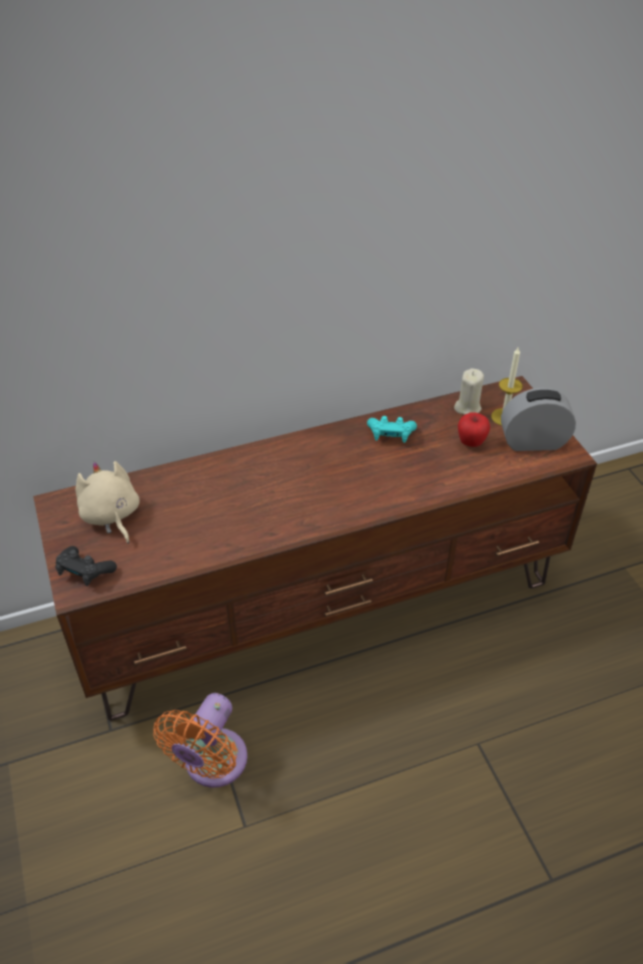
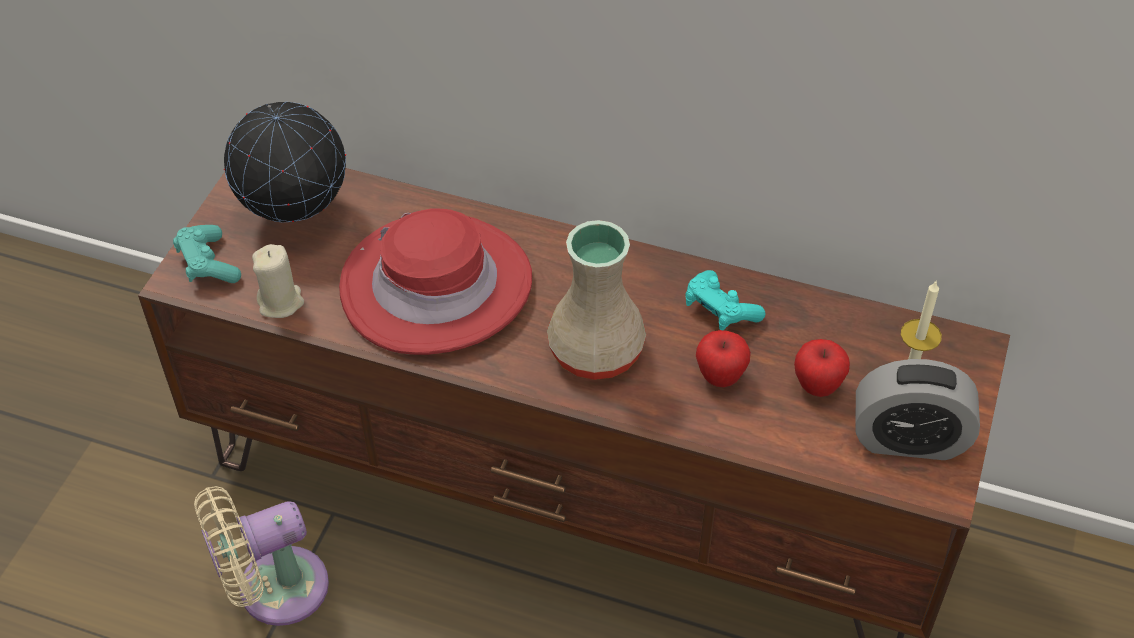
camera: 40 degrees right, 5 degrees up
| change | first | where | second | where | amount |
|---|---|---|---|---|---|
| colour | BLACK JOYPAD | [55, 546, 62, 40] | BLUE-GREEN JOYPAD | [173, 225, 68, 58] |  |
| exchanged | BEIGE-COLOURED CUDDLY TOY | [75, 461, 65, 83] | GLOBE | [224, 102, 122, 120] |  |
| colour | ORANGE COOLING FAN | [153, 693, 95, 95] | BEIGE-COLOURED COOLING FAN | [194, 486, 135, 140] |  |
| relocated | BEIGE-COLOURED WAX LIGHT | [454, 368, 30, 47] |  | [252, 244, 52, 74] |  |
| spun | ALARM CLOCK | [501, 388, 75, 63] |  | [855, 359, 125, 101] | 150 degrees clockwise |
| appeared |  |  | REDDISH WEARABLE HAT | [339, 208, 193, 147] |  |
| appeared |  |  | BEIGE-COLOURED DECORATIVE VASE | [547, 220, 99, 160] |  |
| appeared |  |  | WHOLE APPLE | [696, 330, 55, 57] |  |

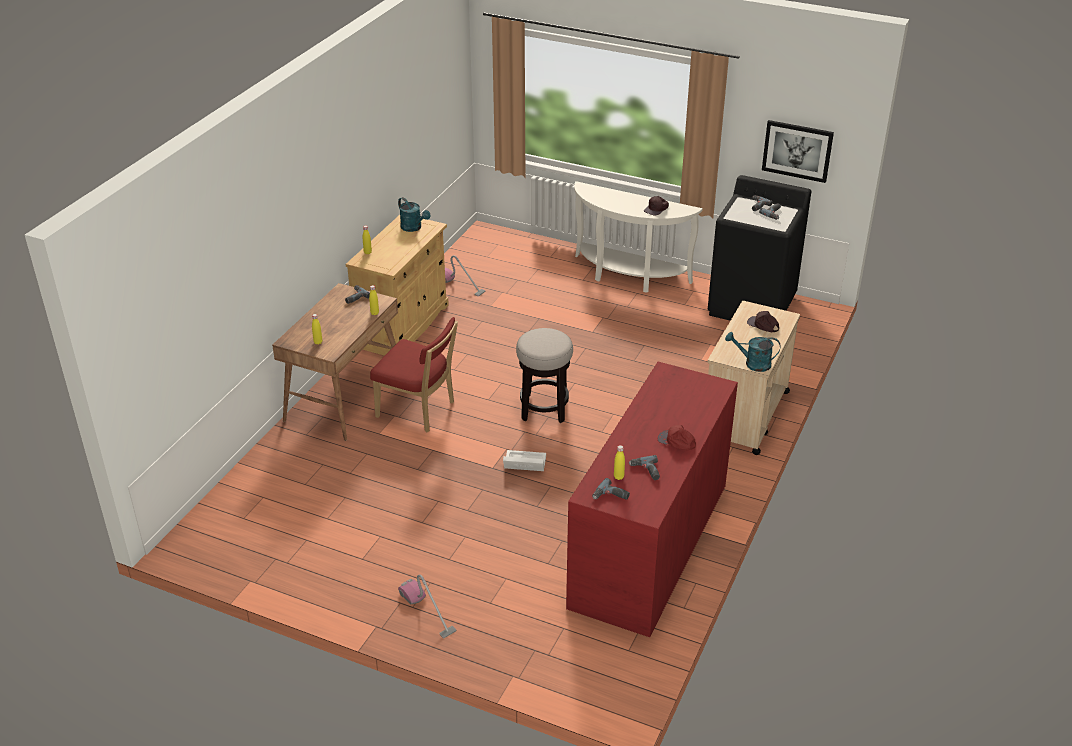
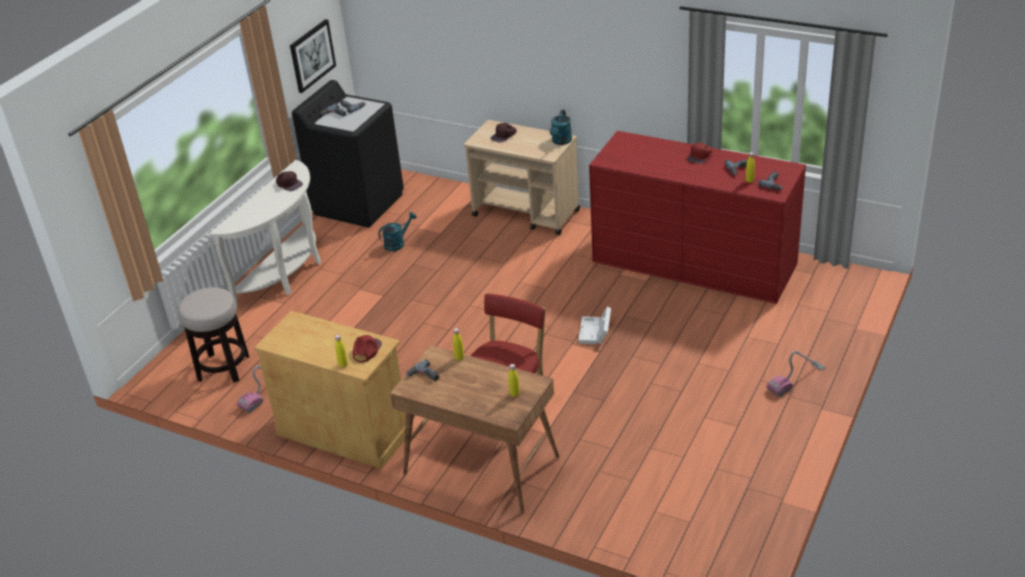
camera: 85 degrees left, 0 degrees up
| change | first | where | second | where | amount |
|---|---|---|---|---|---|
| relocated | BLUE-GREEN SPRINKLING CAN | [398, 197, 33, 35] |  | [378, 212, 39, 39] |  |
| relocated | STOOL SEAT | [516, 328, 57, 95] |  | [178, 287, 71, 96] |  |
| appeared |  |  | REDDISH PEAKED CAP | [353, 335, 29, 27] |  |

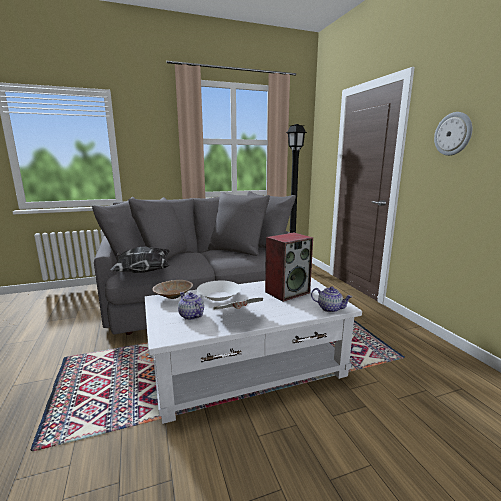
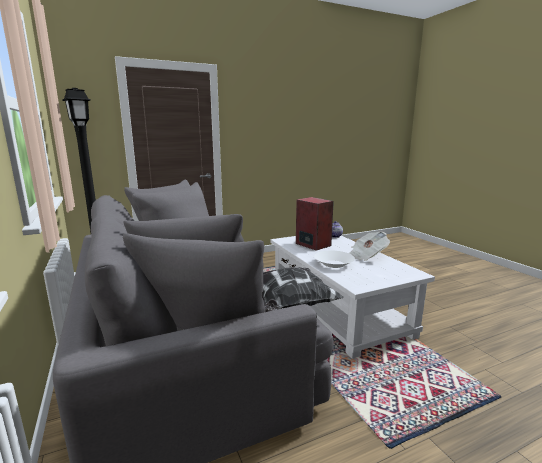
camera: 95 degrees left, 0 degrees up
| change | first | where | second | where | amount |
|---|---|---|---|---|---|
| missing | BEIGE-COLOURED BOWL | [153, 280, 40, 19] |  |  |  |
| missing | TEA POT | [178, 292, 26, 28] |  |  |  |
| missing | HANGING CLOCK | [434, 112, 38, 44] |  |  |  |

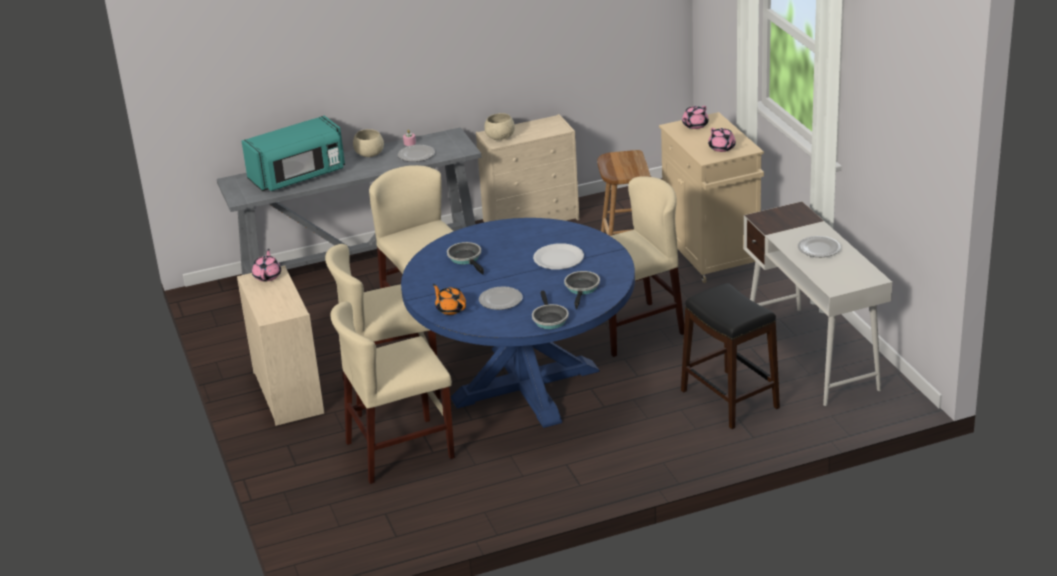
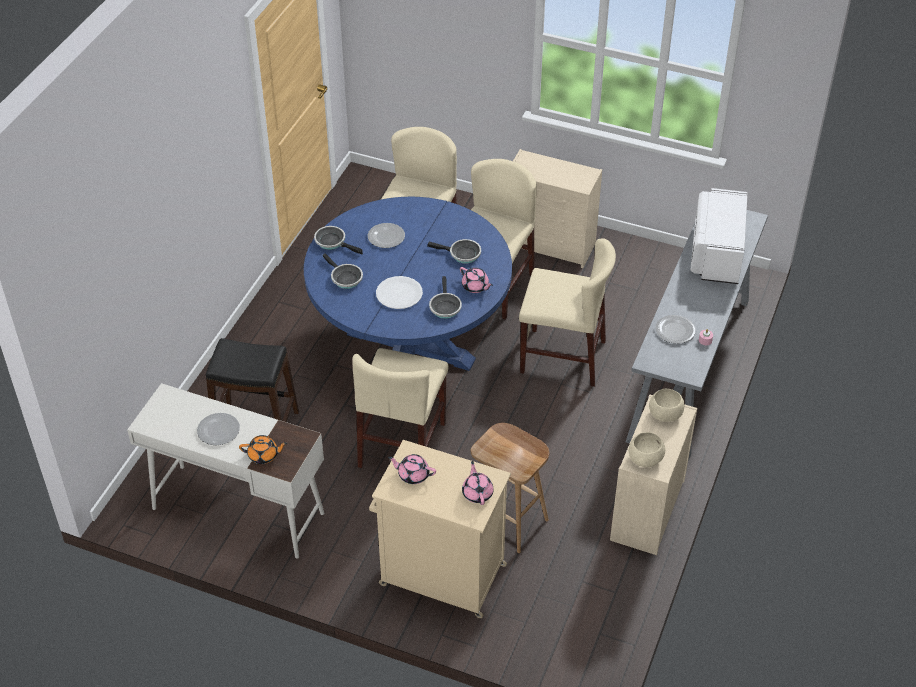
camera: 130 degrees right, 15 degrees up
| change | first | where | second | where | amount |
|---|---|---|---|---|---|
| colour | BLUE-GREEN KITCHEN MICROWAVE | [241, 116, 104, 75] | WHITISH KITCHEN MICROWAVE | [691, 188, 56, 96] |  |
| relocated | PINK-COLOURED TEA POT | [252, 249, 29, 33] |  | [460, 267, 33, 26] |  |
| relocated | BEIGE-COLOURED BOWL | [353, 129, 31, 28] |  | [629, 432, 36, 35] |  |
| relocated | ORANGE TEA POT | [433, 284, 33, 31] |  | [239, 435, 48, 29] |  |
| appeared |  |  | SKILLET | [429, 276, 33, 43] |  |

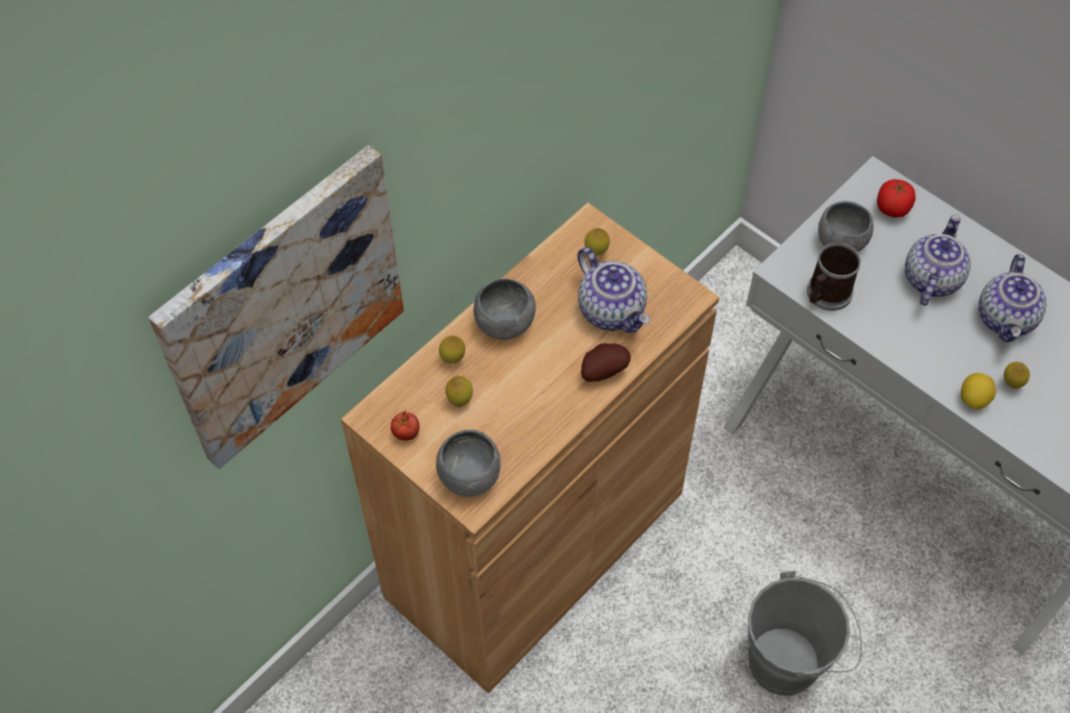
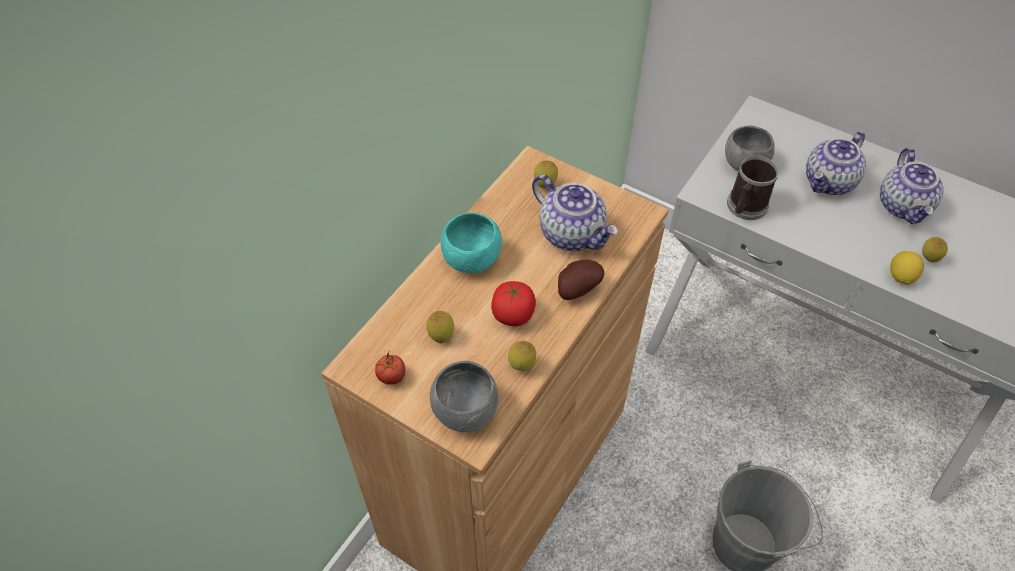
camera: 10 degrees left, 5 degrees down
| change | first | where | second | where | amount |
|---|---|---|---|---|---|
| missing | WALL PICTURE | [149, 145, 255, 324] |  |  |  |
| relocated | LEMON | [439, 336, 26, 28] |  | [508, 341, 28, 30] |  |
| colour | GREYISH BOWL | [474, 279, 62, 61] | BLUE-GREEN BOWL | [441, 213, 61, 60] |  |
| relocated | WHOLE TOMATO | [877, 179, 39, 39] |  | [491, 281, 45, 45] |  |
| spun | TEA POT | [905, 214, 66, 91] |  | [806, 131, 60, 64] | 150 degrees counterclockwise |

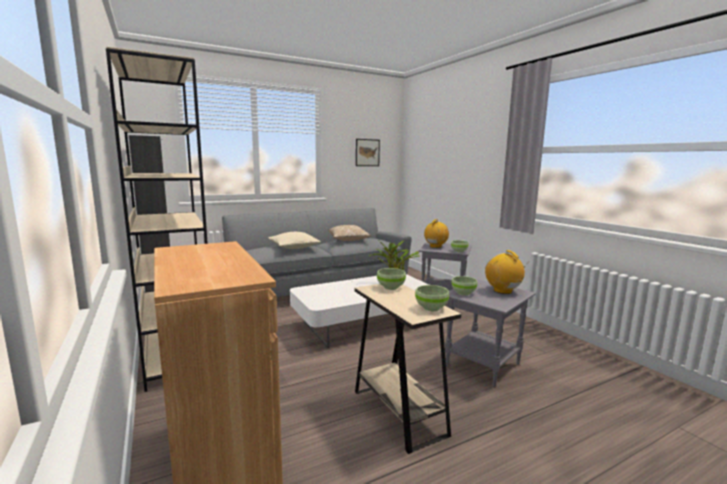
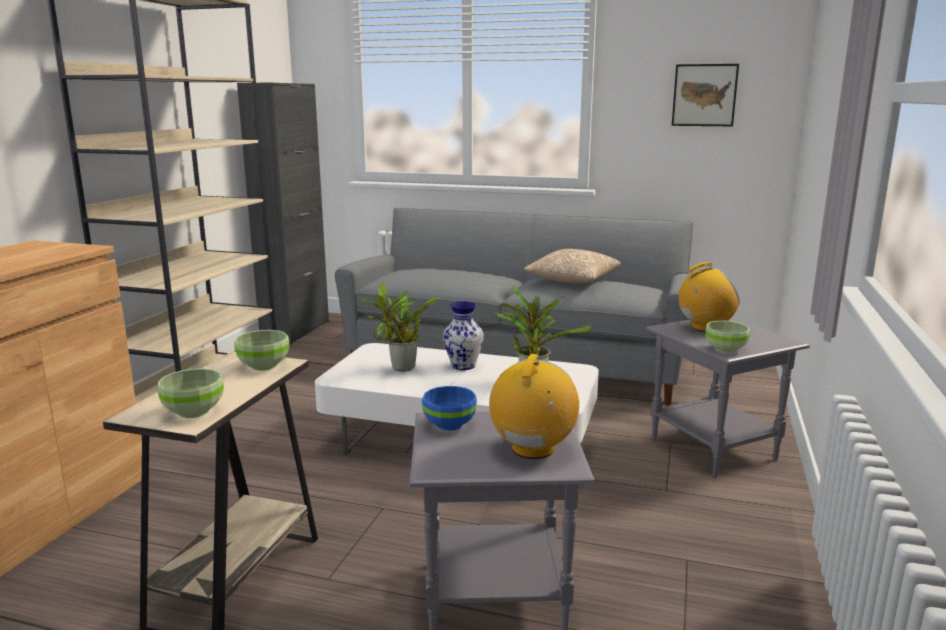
camera: 45 degrees right, 5 degrees up
| change | first | where | second | where | amount |
|---|---|---|---|---|---|
| missing | BEIGE-COLOURED THROW PILLOW | [268, 232, 53, 17] |  |  |  |
| colour | GREENISH BOWL | [452, 276, 26, 19] | BLUISH BOWL | [422, 386, 55, 45] |  |
| appeared |  |  | PLANT IN A POT | [357, 283, 82, 88] |  |
| appeared |  |  | DECORATIVE VASE | [443, 301, 41, 69] |  |

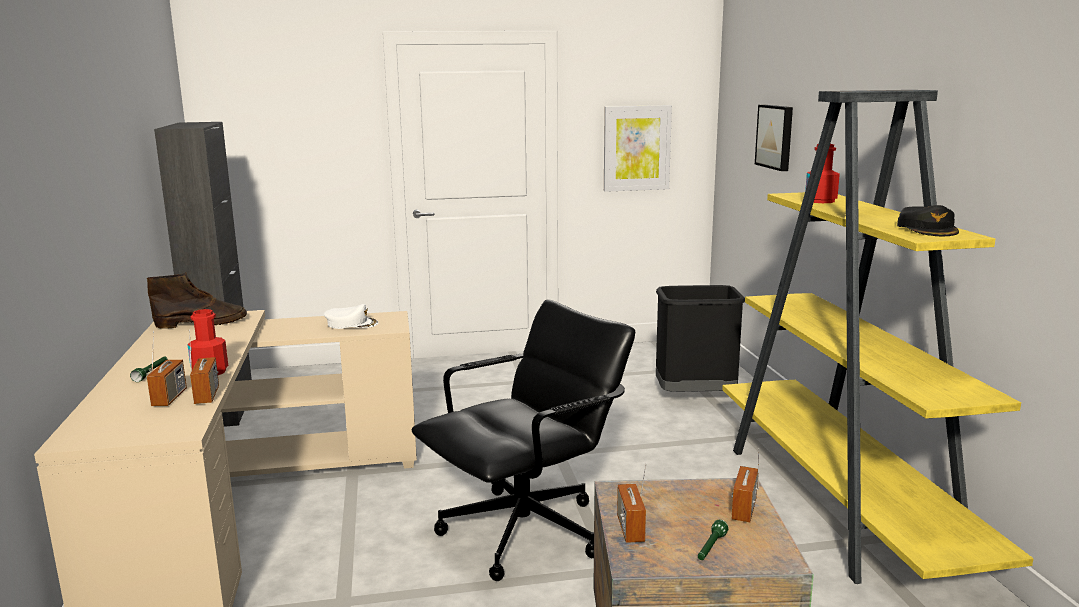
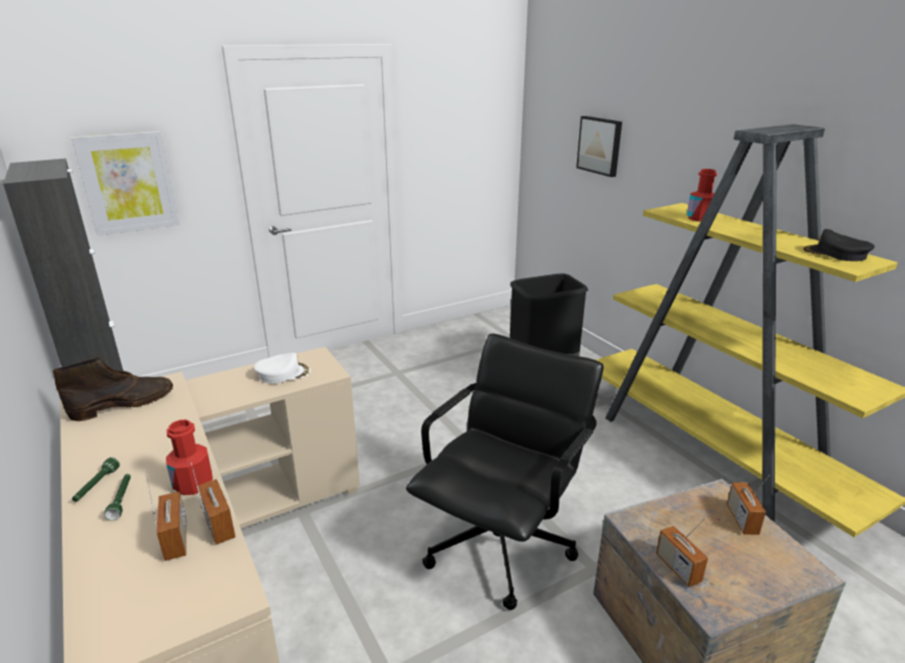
camera: 20 degrees left, 10 degrees up
| change | first | where | second | where | amount |
|---|---|---|---|---|---|
| relocated | WALL PICTURE | [604, 105, 68, 87] |  | [71, 131, 108, 105] |  |
| relocated | GREENISH FLASHLIGHT | [698, 520, 31, 40] |  | [72, 457, 48, 45] |  |
| spun | BLACK PEAKED CAP | [897, 205, 62, 31] |  | [803, 229, 72, 32] | 150 degrees clockwise |

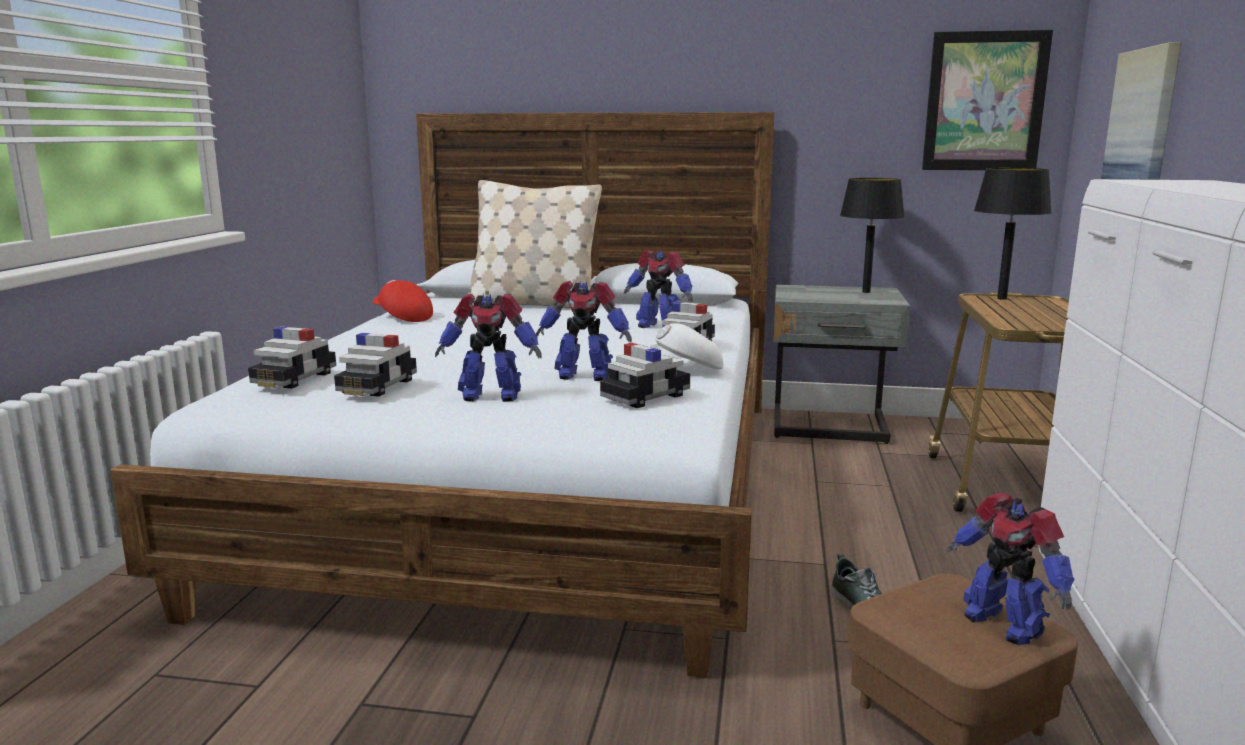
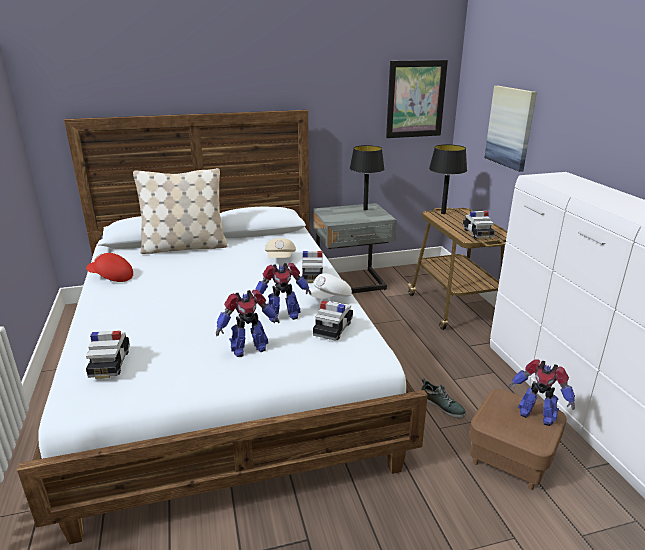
camera: 25 degrees left, 10 degrees up
| change | first | where | second | where | amount |
|---|---|---|---|---|---|
| relocated | TOY CAR | [334, 333, 83, 64] |  | [463, 211, 32, 28] |  |
| exchanged | MODEL ROBOT | [624, 250, 69, 78] | BEIGE-COLOURED PEAKED CAP | [265, 238, 31, 20] |  |

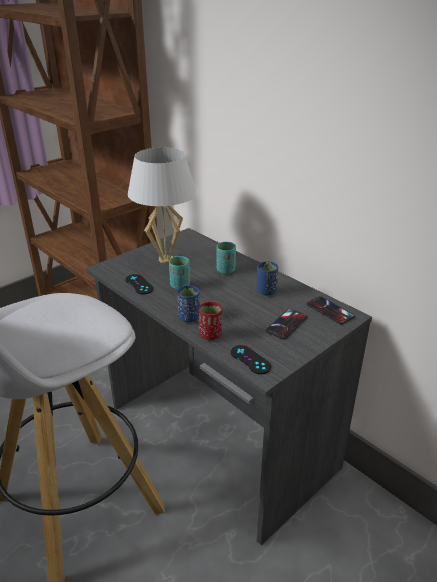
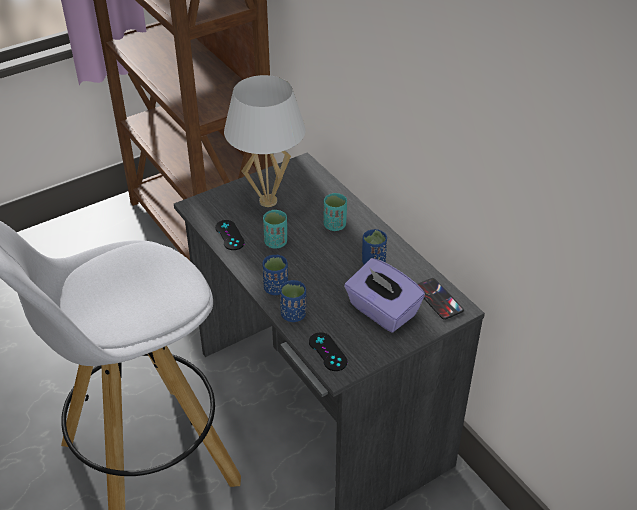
camera: 10 degrees right, 10 degrees up
| change | first | where | second | where | amount |
|---|---|---|---|---|---|
| colour | REDDISH SMALL CUP | [199, 302, 23, 38] | BLUISH SMALL CUP | [280, 280, 26, 42] |  |
| exchanged | HANDSET | [265, 309, 42, 30] | PURPLE-COLOURED BOX OF TISSUES | [344, 258, 81, 75] |  |

